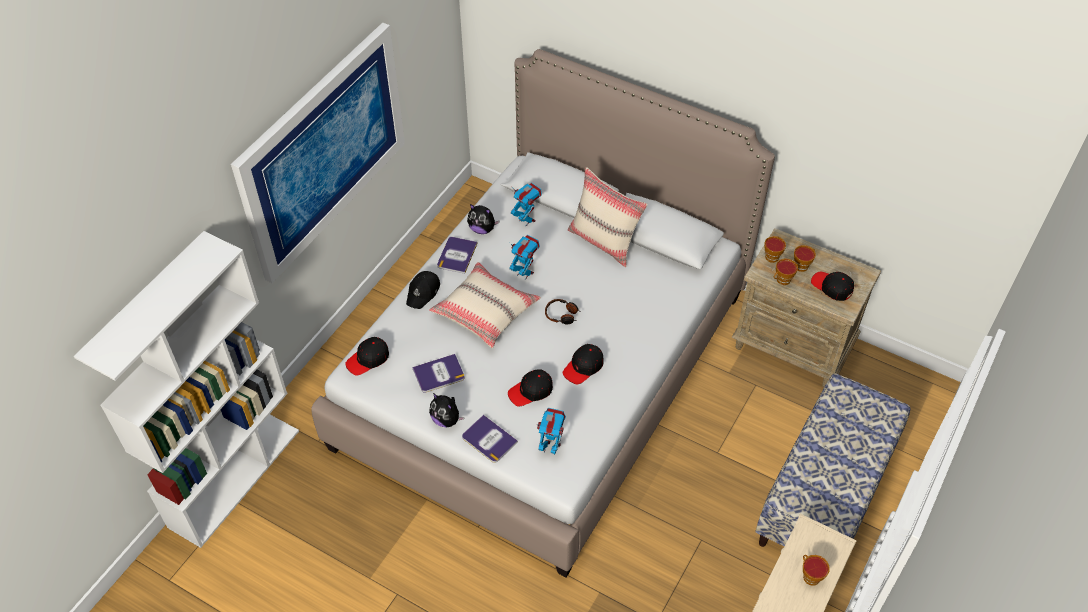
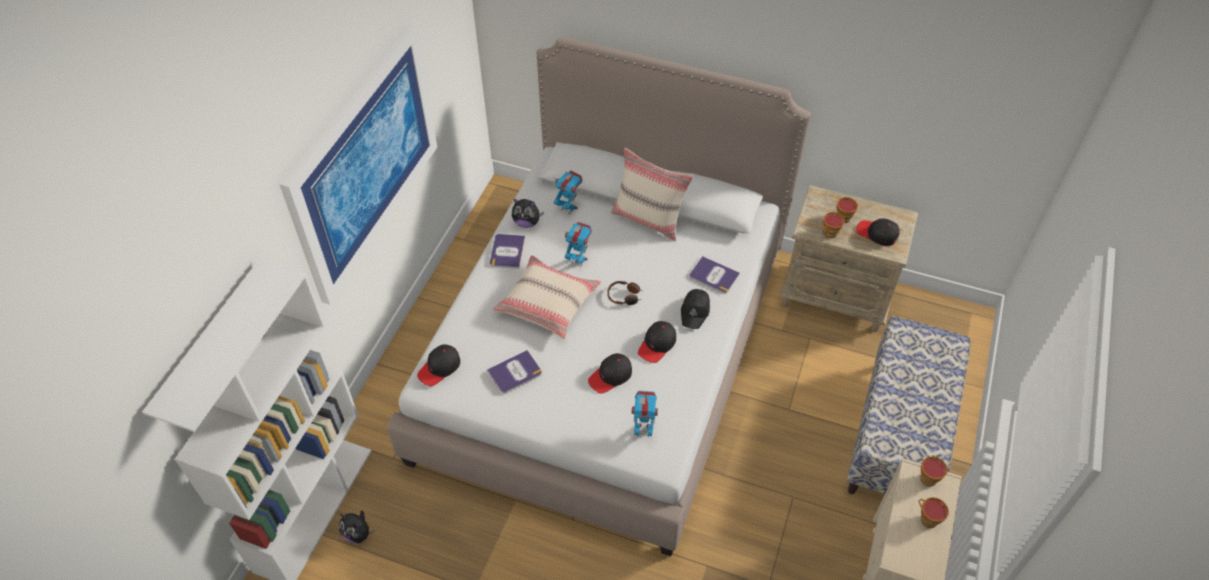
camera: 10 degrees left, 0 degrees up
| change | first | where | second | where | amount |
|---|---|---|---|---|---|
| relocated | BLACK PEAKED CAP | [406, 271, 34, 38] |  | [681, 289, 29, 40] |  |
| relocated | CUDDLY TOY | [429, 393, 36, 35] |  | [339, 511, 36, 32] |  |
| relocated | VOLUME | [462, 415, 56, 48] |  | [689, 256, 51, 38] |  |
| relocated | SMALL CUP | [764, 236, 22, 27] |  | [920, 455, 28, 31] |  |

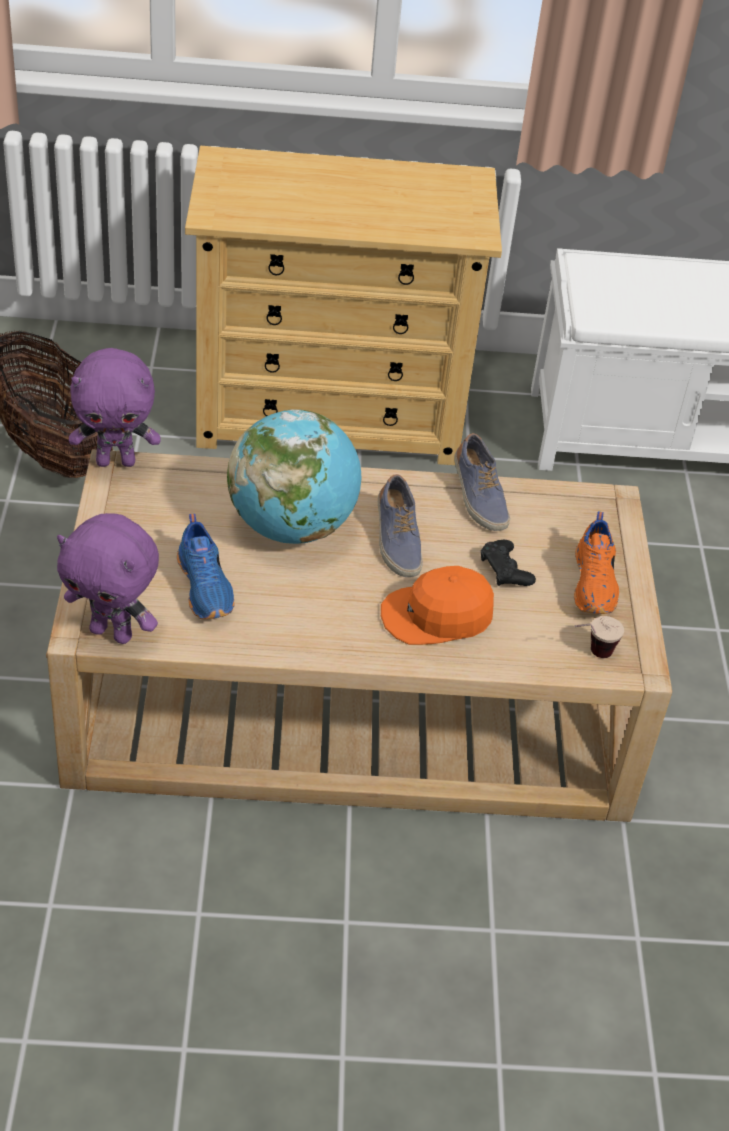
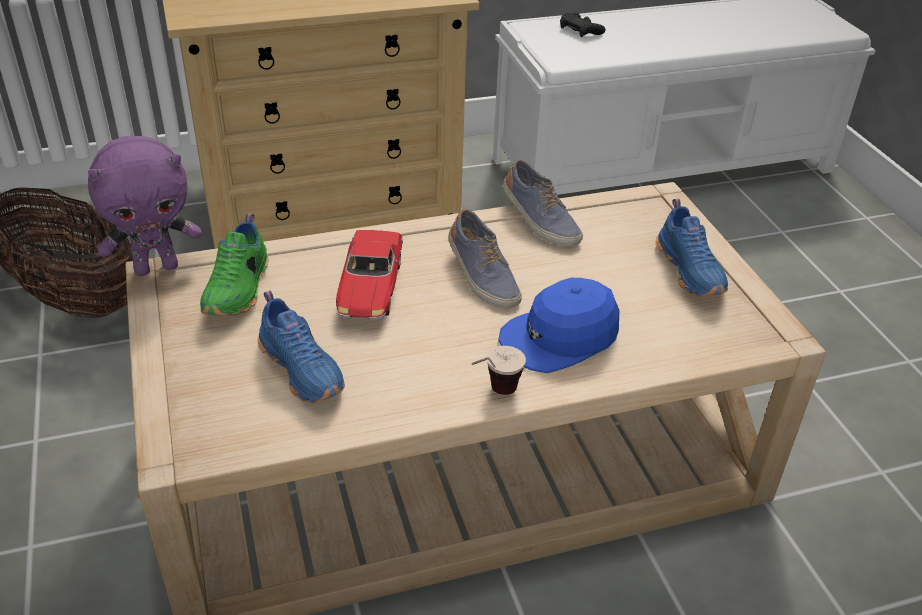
camera: 15 degrees left, 5 degrees down
| change | first | where | second | where | amount |
|---|---|---|---|---|---|
| missing | PURPLE-COLOURED CUDDLY TOY | [57, 513, 102, 131] |  |  |  |
| exchanged | GLOBE | [227, 409, 134, 135] | TOY CAR | [336, 230, 67, 90] |  |
| colour | ORANGE PEAKED CAP | [381, 566, 113, 79] | BLUISH PEAKED CAP | [498, 278, 121, 95] |  |
| relocated | BLACK JOYPAD | [481, 540, 55, 46] |  | [560, 12, 46, 25] |  |
| colour | ORANGE ITEM OF FOOTWEAR | [574, 511, 45, 103] | BLUISH ITEM OF FOOTWEAR | [656, 199, 72, 98] |  |
| relocated | SMALL CUP | [574, 616, 50, 42] |  | [471, 346, 55, 49] |  |
| appeared |  |  | GREENISH ITEM OF FOOTWEAR | [200, 213, 68, 103] |  |

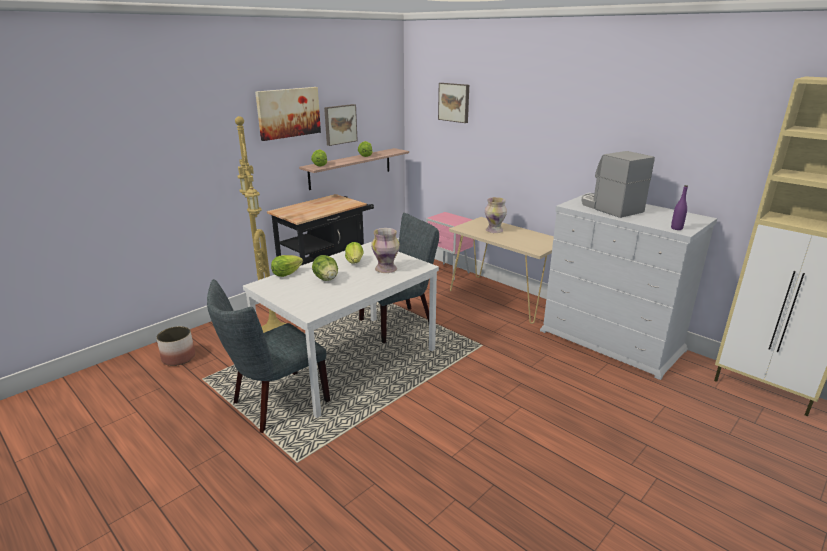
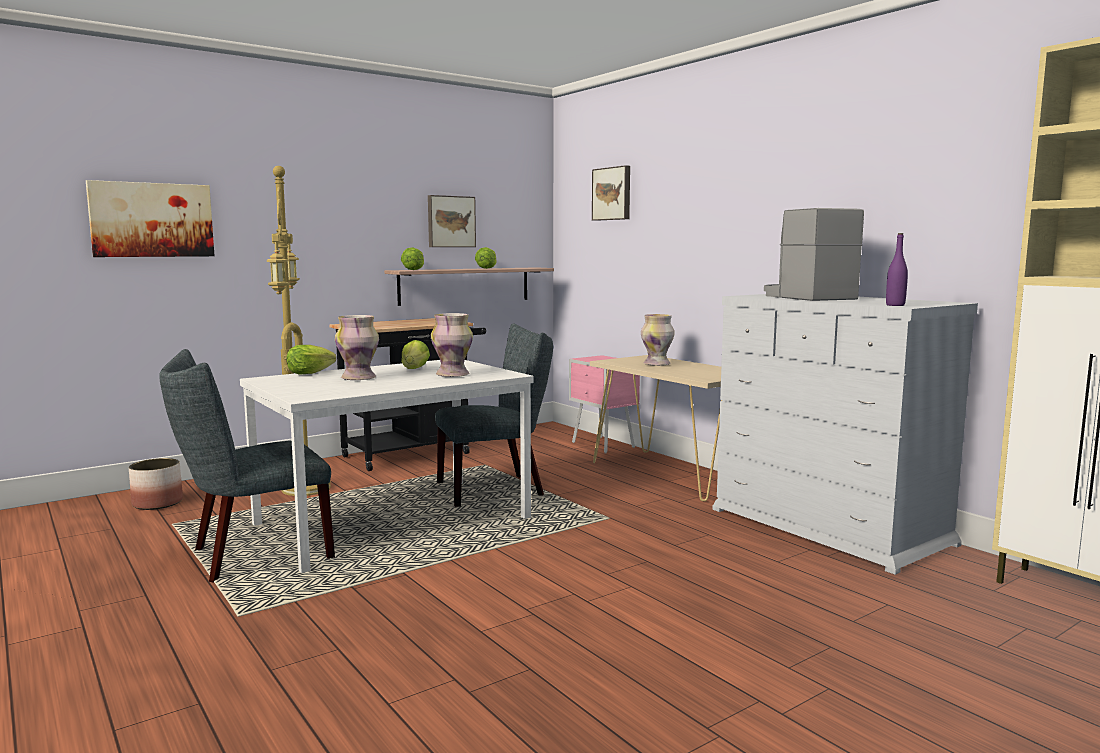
camera: 10 degrees right, 15 degrees down
| change | first | where | second | where | amount |
|---|---|---|---|---|---|
| relocated | WALL PICTURE | [255, 87, 66, 54] |  | [86, 180, 128, 77] |  |
| exchanged | LETTUCE HEAD | [312, 255, 26, 26] | DECORATIVE VASE | [335, 315, 44, 65] |  |

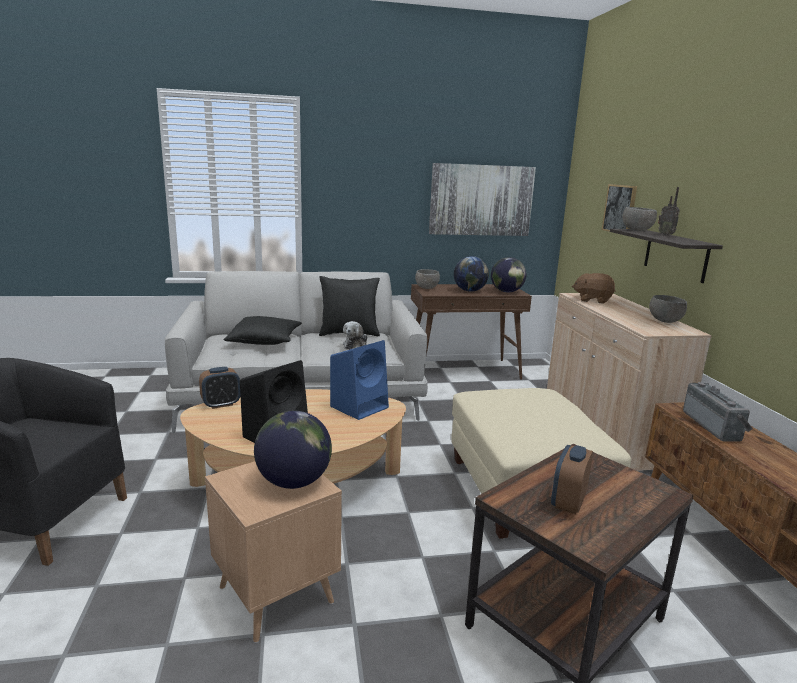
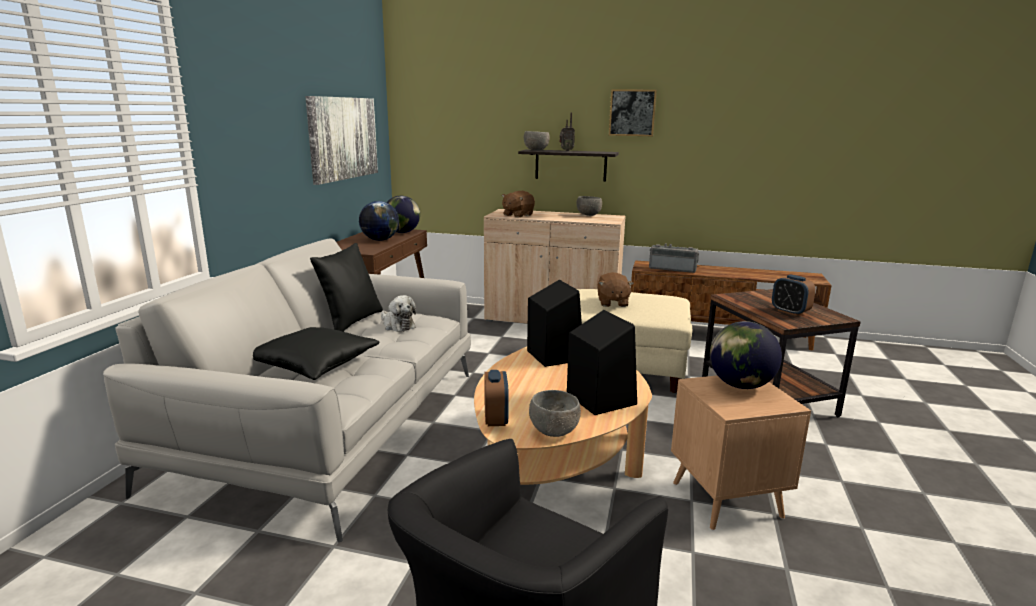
camera: 65 degrees left, 0 degrees up
| change | first | where | second | where | amount |
|---|---|---|---|---|---|
| colour | BLUISH LOUDSPEAKER | [330, 340, 59, 80] | BLACK LOUDSPEAKER | [527, 280, 55, 87] |  |
| relocated | GREYISH BOWL | [415, 269, 25, 20] |  | [529, 390, 52, 47] |  |
| relocated | WALL PICTURE | [602, 184, 35, 48] |  | [609, 89, 48, 47] |  |
| appeared |  |  | BROWNISH CUDDLY TOY | [597, 272, 37, 35] |  |

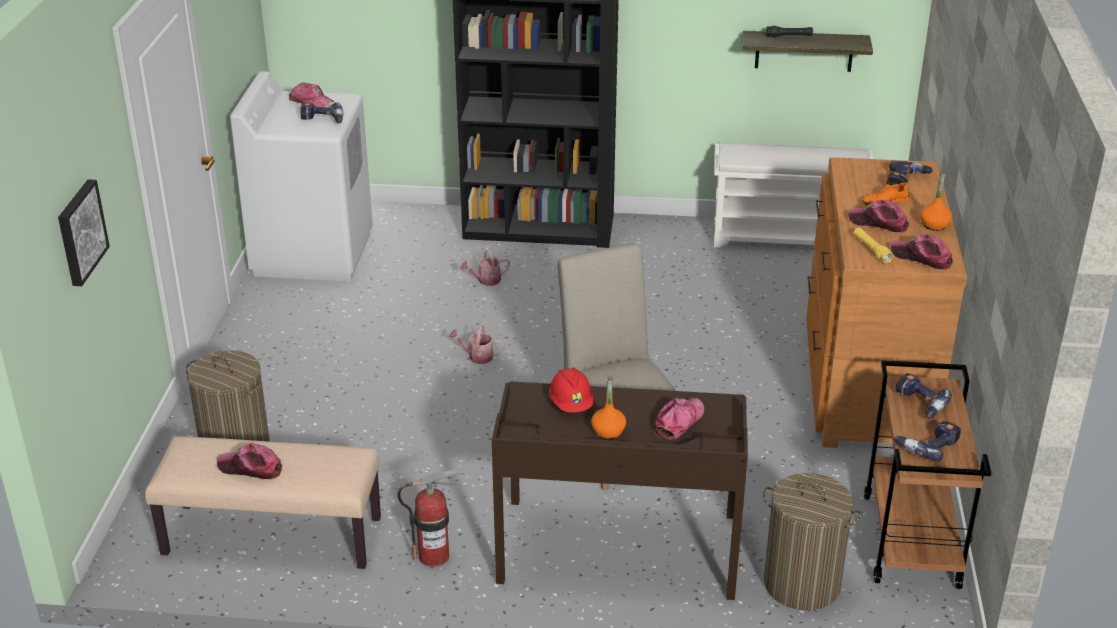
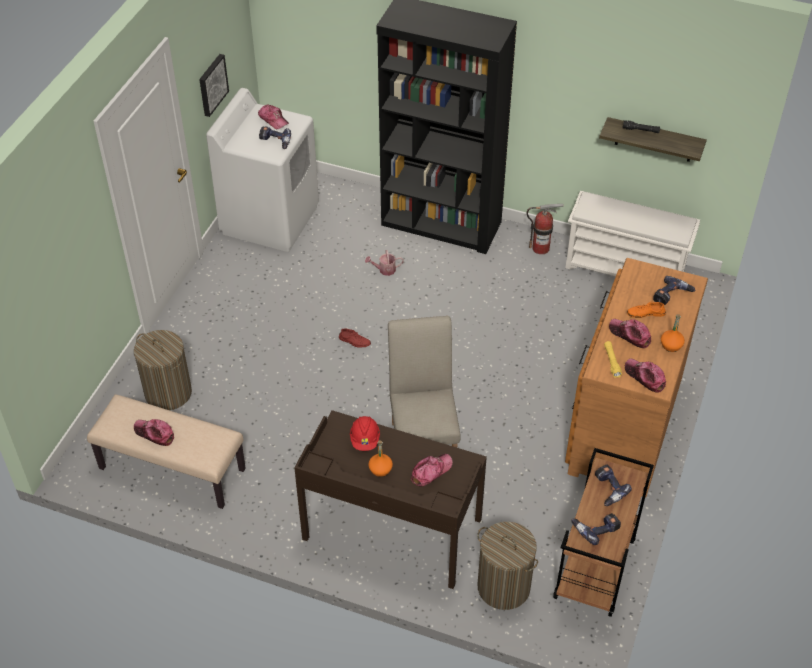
camera: 15 degrees right, 15 degrees up
| change | first | where | second | where | amount |
|---|---|---|---|---|---|
| relocated | WALL PICTURE | [58, 179, 52, 107] |  | [199, 54, 30, 63] |  |
| relocated | FIRE EXTINGUISHER | [397, 468, 63, 99] |  | [526, 204, 38, 50] |  |
| exchanged | SPRINKLING CAN | [449, 326, 55, 38] | REDDISH ITEM OF FOOTWEAR | [339, 328, 32, 20] |  |

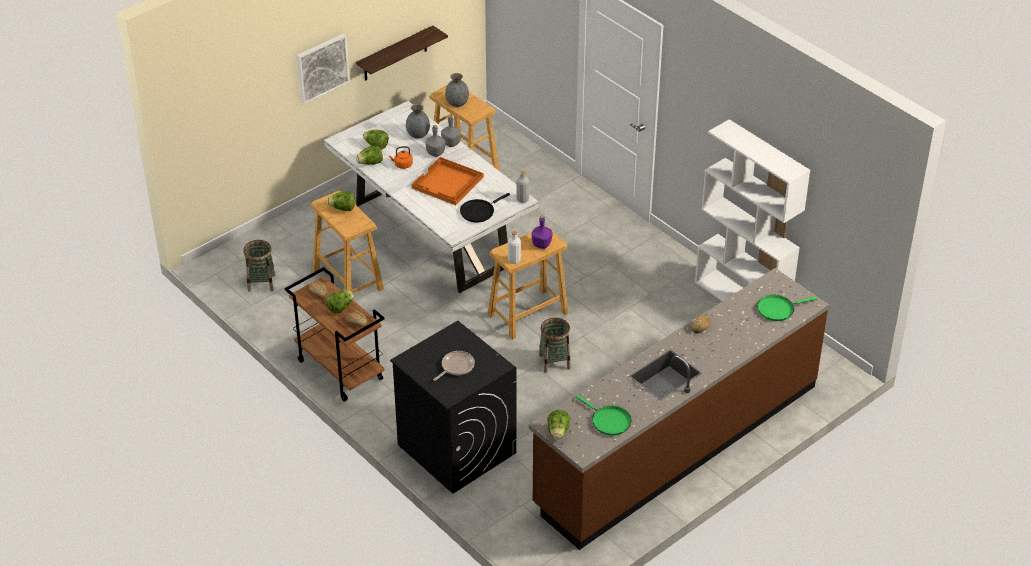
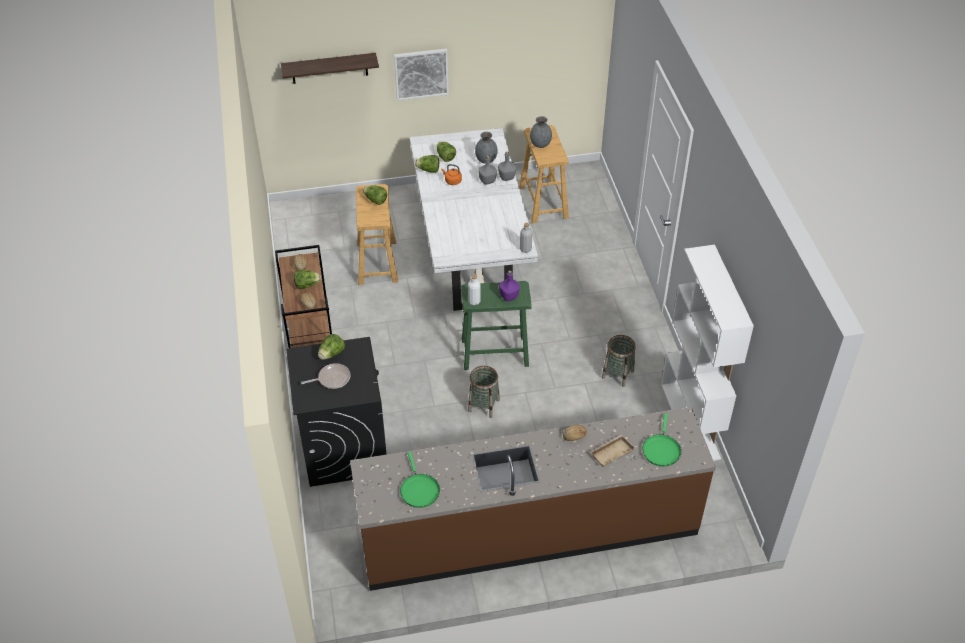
camera: 30 degrees right, 5 degrees up
| change | first | where | second | where | amount |
|---|---|---|---|---|---|
| relocated | HOUSEHOLD BASKET | [243, 240, 32, 52] |  | [602, 335, 34, 52] |  |
| relocated | SHELF | [356, 26, 92, 55] |  | [281, 53, 98, 31] |  |
| missing | ORANGE SERVING TRAY | [412, 157, 72, 48] |  |  |  |
| missing | BLACK SKILLET | [460, 193, 50, 29] |  |  |  |
| colour | BEIGE-COLOURED STOOL SEAT | [488, 227, 80, 113] | GREENISH STOOL SEAT | [461, 281, 71, 89] |  |
| relocated | LETTUCE HEAD | [548, 410, 22, 30] |  | [318, 334, 27, 26] |  |
| spun | GREENISH SKILLET | [757, 295, 60, 26] |  | [643, 413, 38, 54] | 90 degrees counterclockwise |
| appeared |  |  | BEIGE-COLOURED SERVING TRAY | [591, 434, 44, 33] |  |

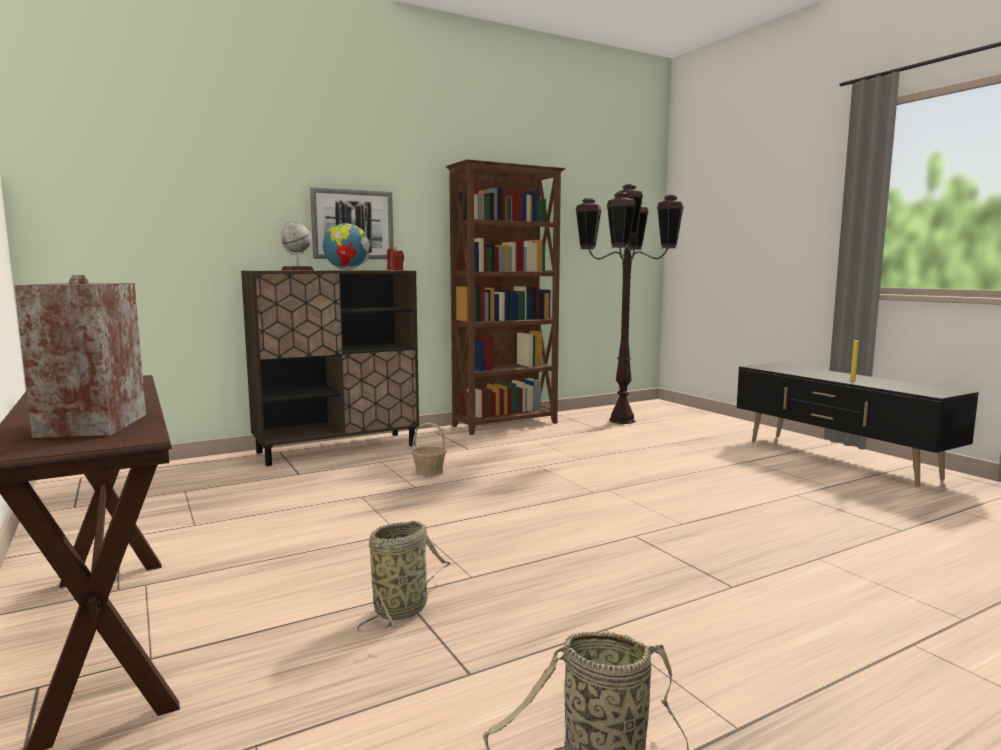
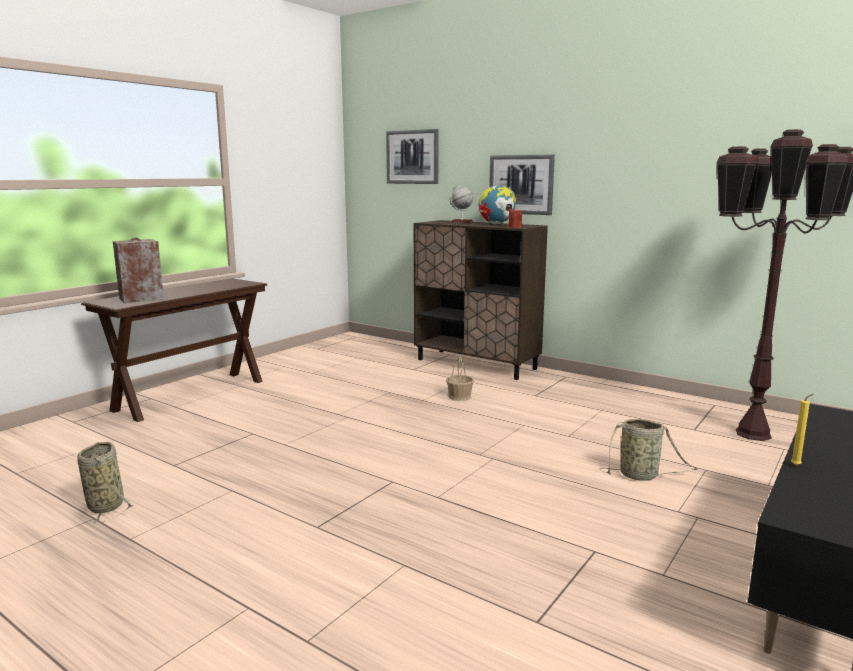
camera: 65 degrees right, 5 degrees up
| change | first | where | second | where | amount |
|---|---|---|---|---|---|
| relocated | HOUSEHOLD BASKET | [357, 521, 95, 111] |  | [600, 419, 97, 62] |  |
| missing | BROWNISH SHELVING UNIT | [446, 159, 120, 276] |  |  |  |
| appeared |  |  | WALL PICTURE | [386, 129, 53, 55] |  |

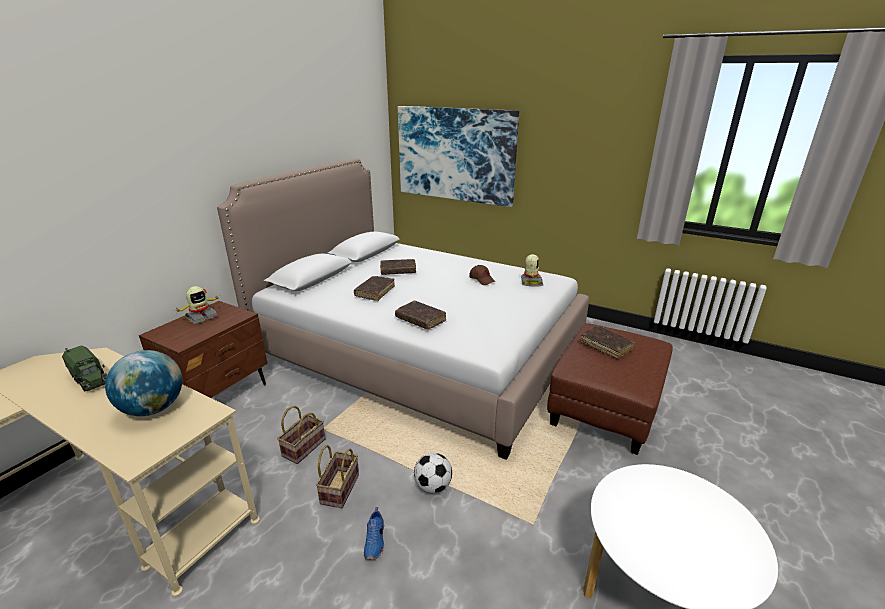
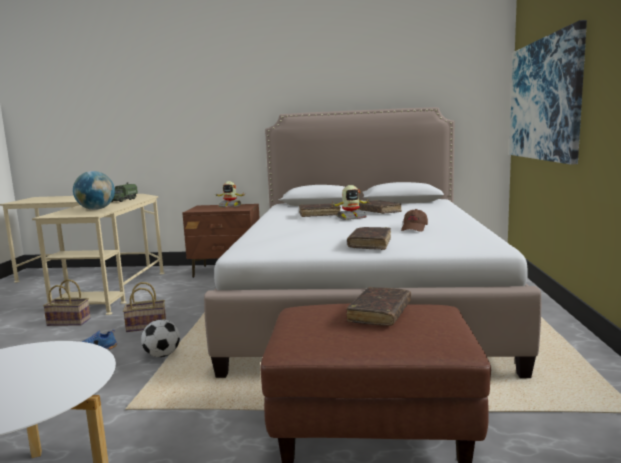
camera: 65 degrees right, 15 degrees down
| change | first | where | second | where | amount |
|---|---|---|---|---|---|
| relocated | HOUSEHOLD BASKET | [277, 406, 48, 58] |  | [43, 279, 48, 47] |  |
| relocated | BROWNISH VOLUME | [395, 301, 52, 28] |  | [347, 227, 44, 23] |  |
| relocated | MODEL ROBOT | [521, 254, 22, 33] |  | [332, 185, 37, 35] |  |

